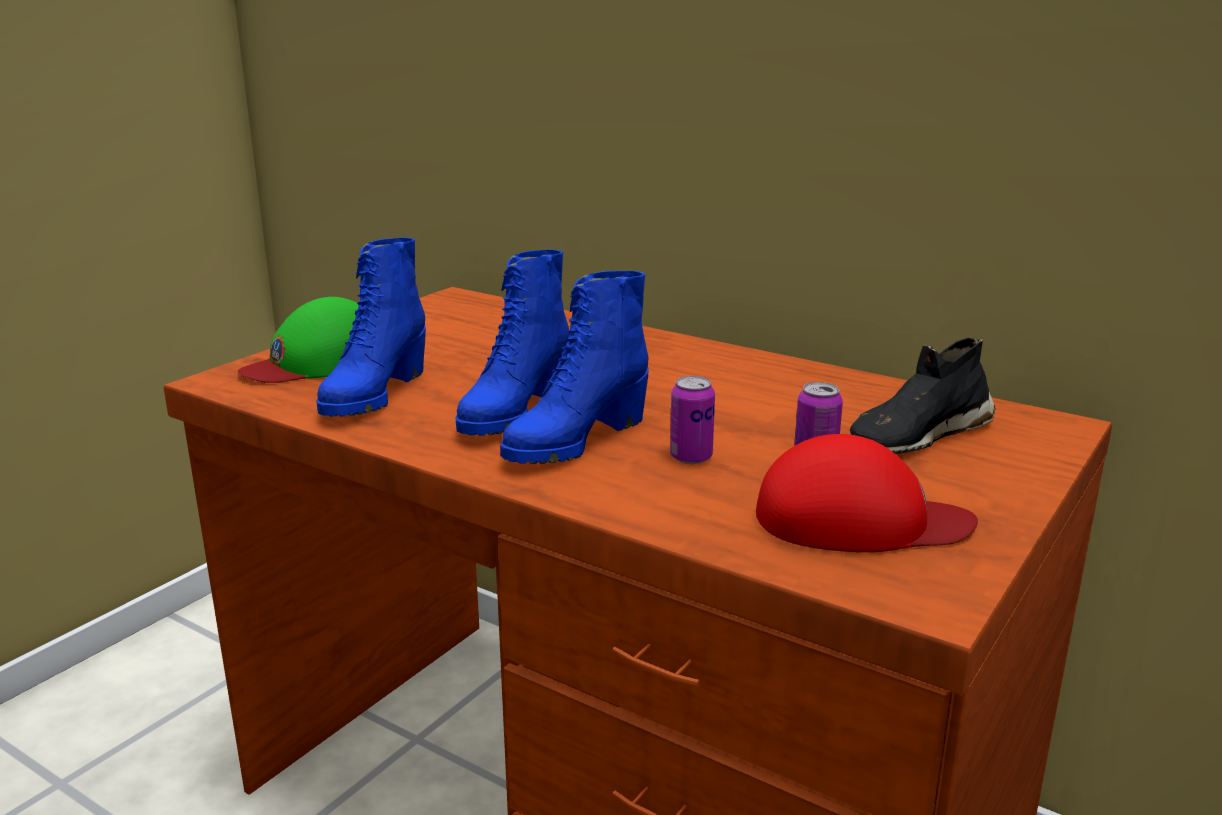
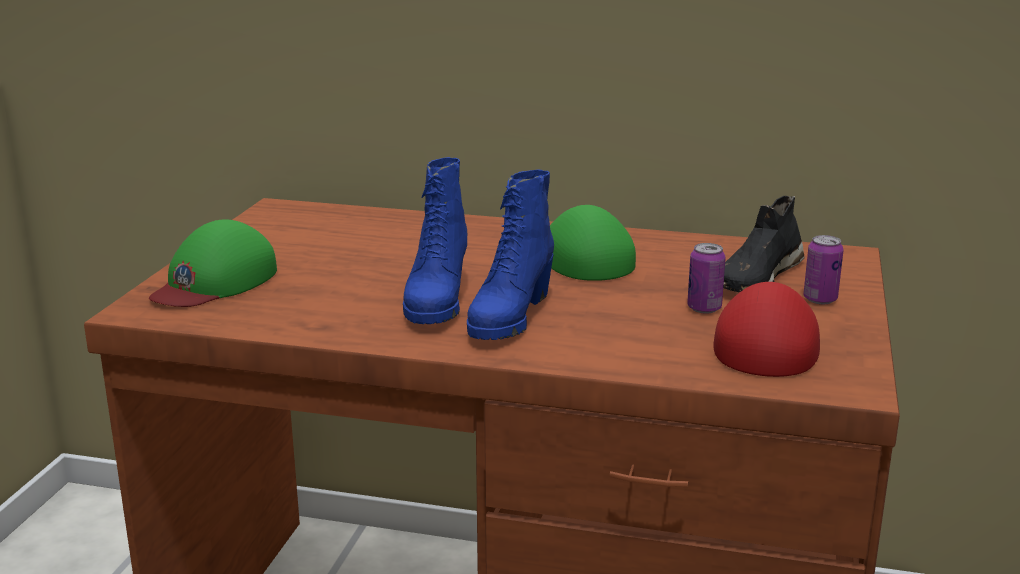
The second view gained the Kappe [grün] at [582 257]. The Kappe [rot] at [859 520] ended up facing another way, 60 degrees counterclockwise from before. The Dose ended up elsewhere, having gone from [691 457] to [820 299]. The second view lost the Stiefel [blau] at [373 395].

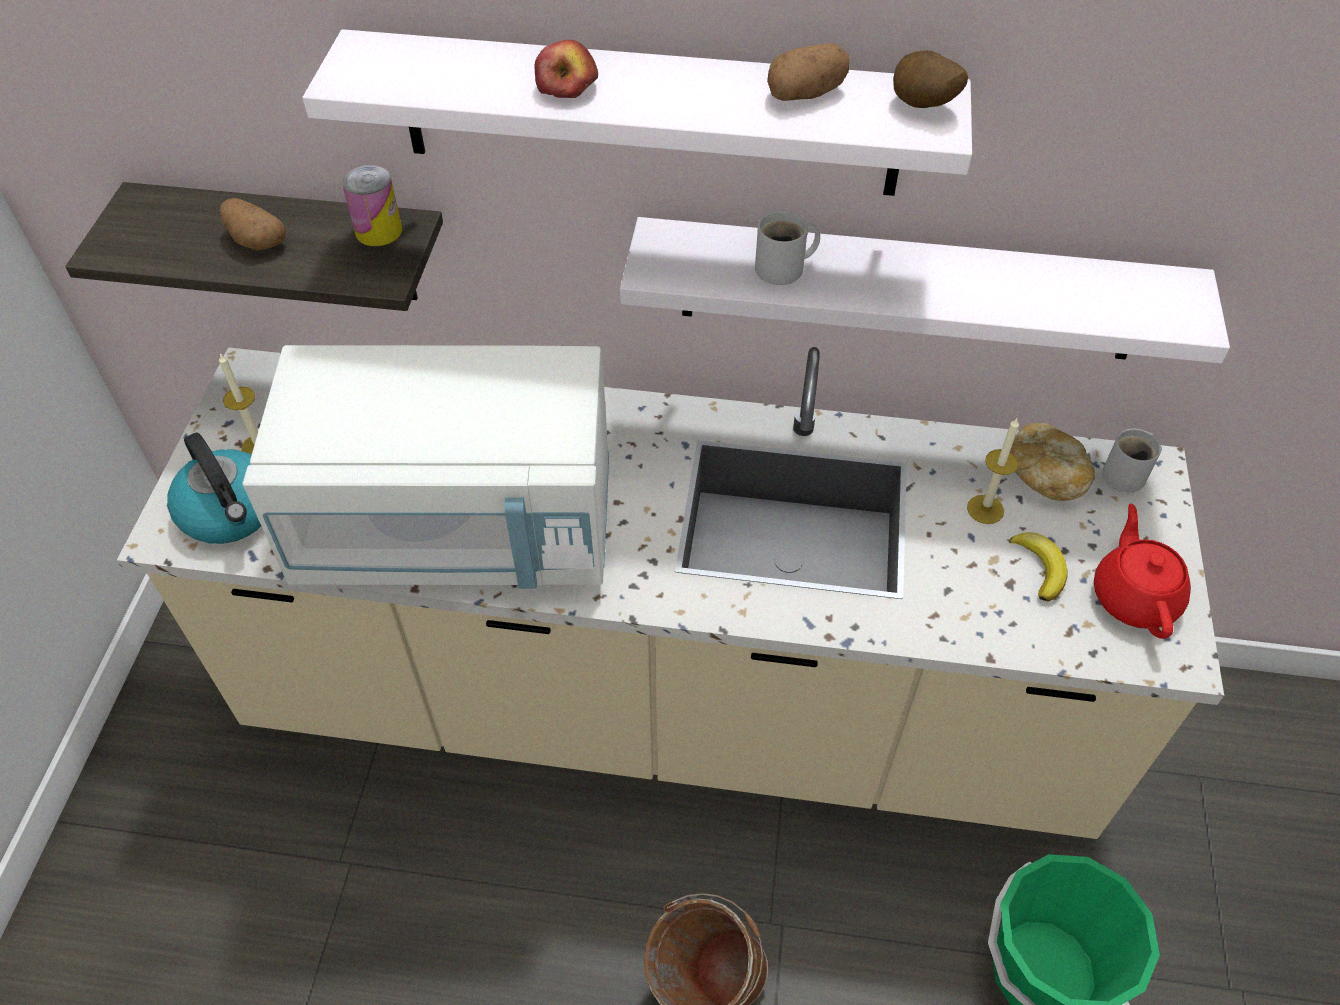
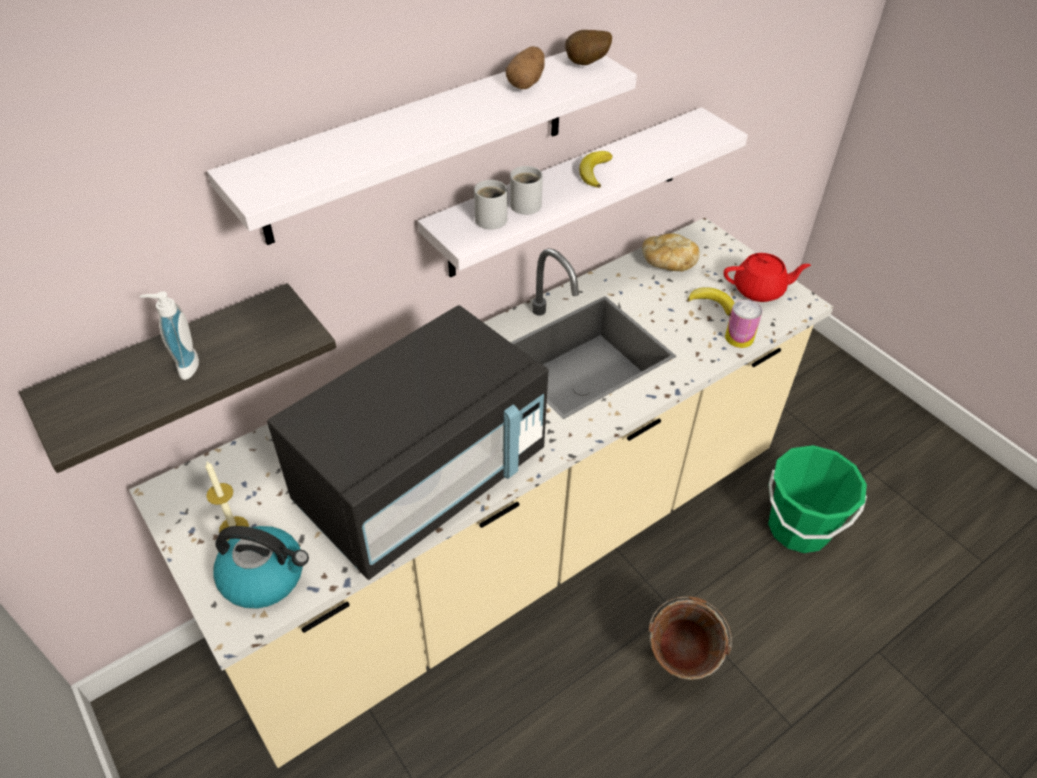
Where the Kartoffel stood at [255 240], the Seifenspender came to stand at [184 366]. What was the Mikrowelle [weiß] at [459 528] turned into the Mikrowelle [schwarz] at [422 480]. The Henkelbecher [weiß] ended up elsewhere, having gone from [1127 474] to [492 217]. The second view gained the Banane at [594 172]. The Teekanne [rot] at [1134 596] ended up facing another way, 135 degrees clockwise from before. The Dose ended up elsewhere, having gone from [378 231] to [739 338]. The second view lost the Apfel at [567 87]. The second view lost the Kerze at [985 509].

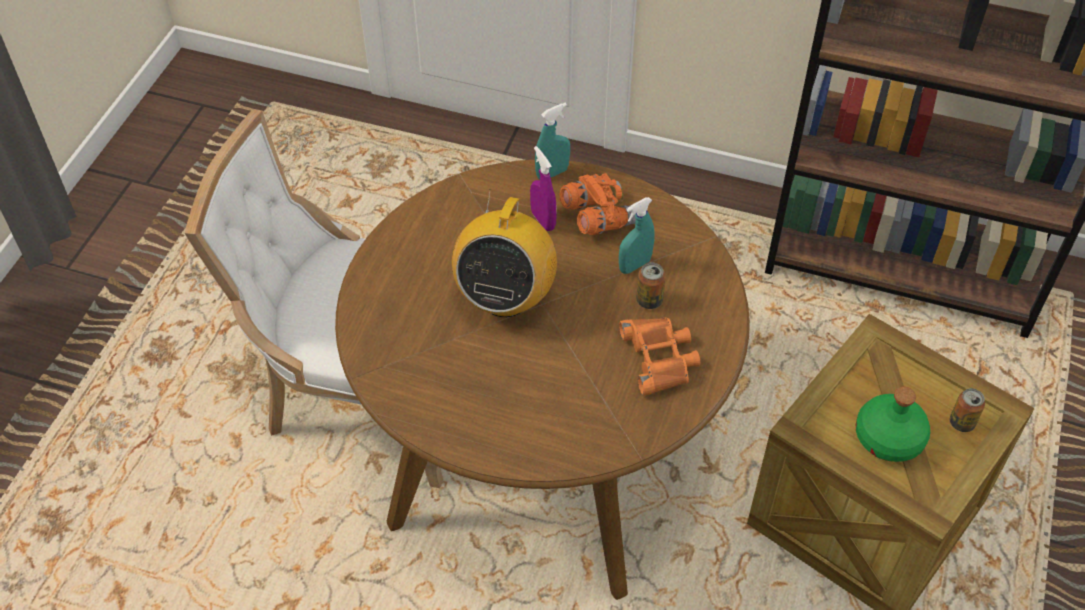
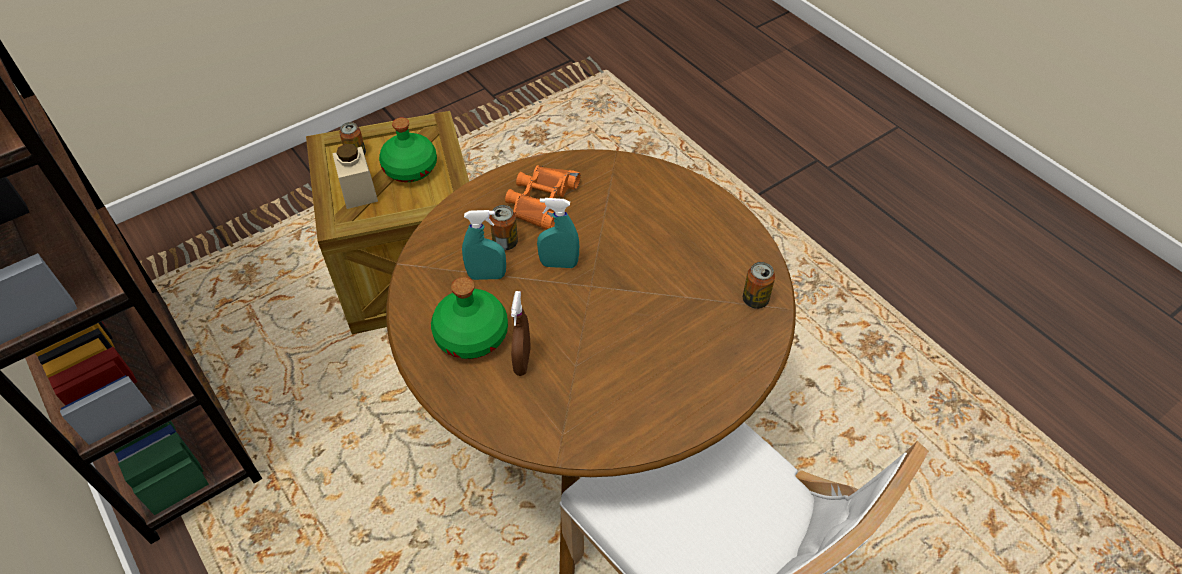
The second view gained the Vorratsglas [beige] at [359 191]. Where the Fernglas [orange] stood at [598 217], the Flasche [grün] came to stand at [472 335]. What was the Sprühflasche [lila] at [543 220] turned into the Sprühflasche [braun] at [522 361]. The Sprühflasche [türkis] ended up elsewhere, having gone from [552 173] to [559 264]. The second view gained the Dose at [755 300]. The second view lost the Radio at [505 297].

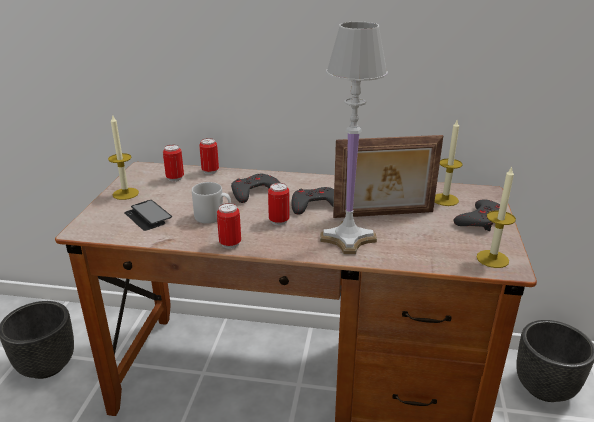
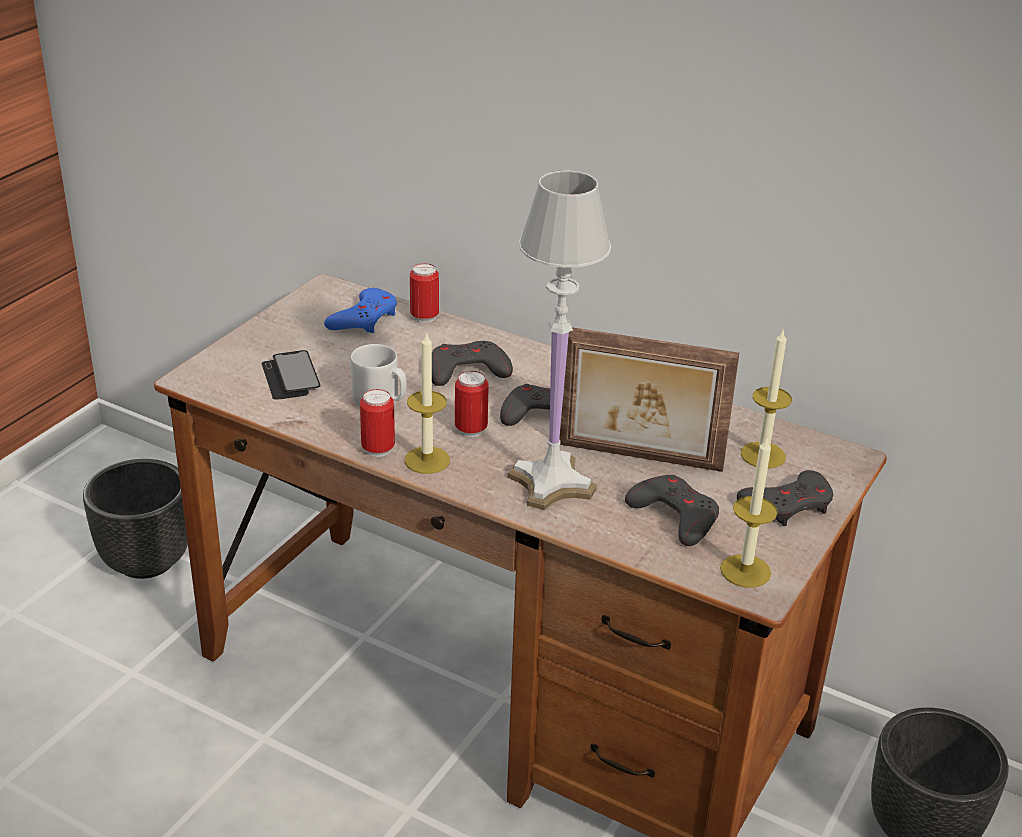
Where the Dose stood at [175 178], the Gamepad [blau] came to stand at [364 318]. The Kerze ended up elsewhere, having gone from [125 194] to [427 460]. The second view gained the Gamepad [grau] at [674 516].

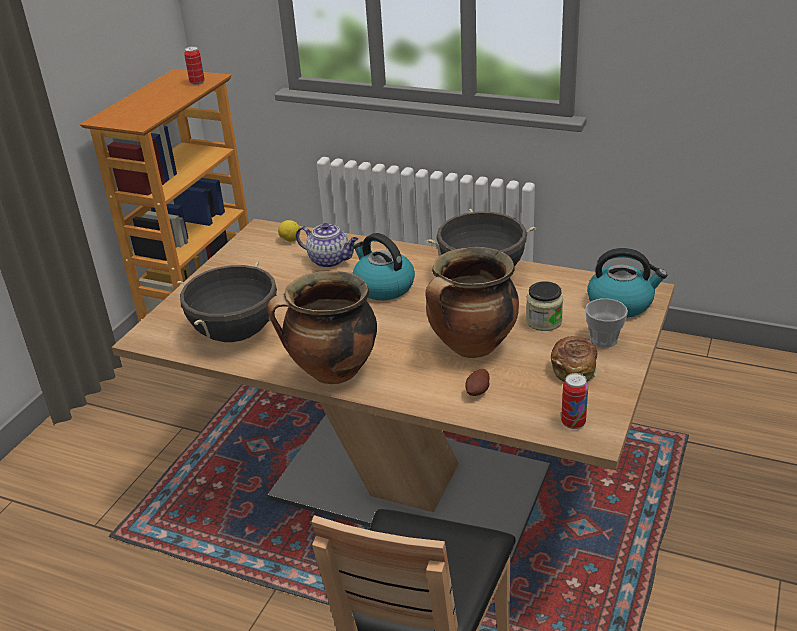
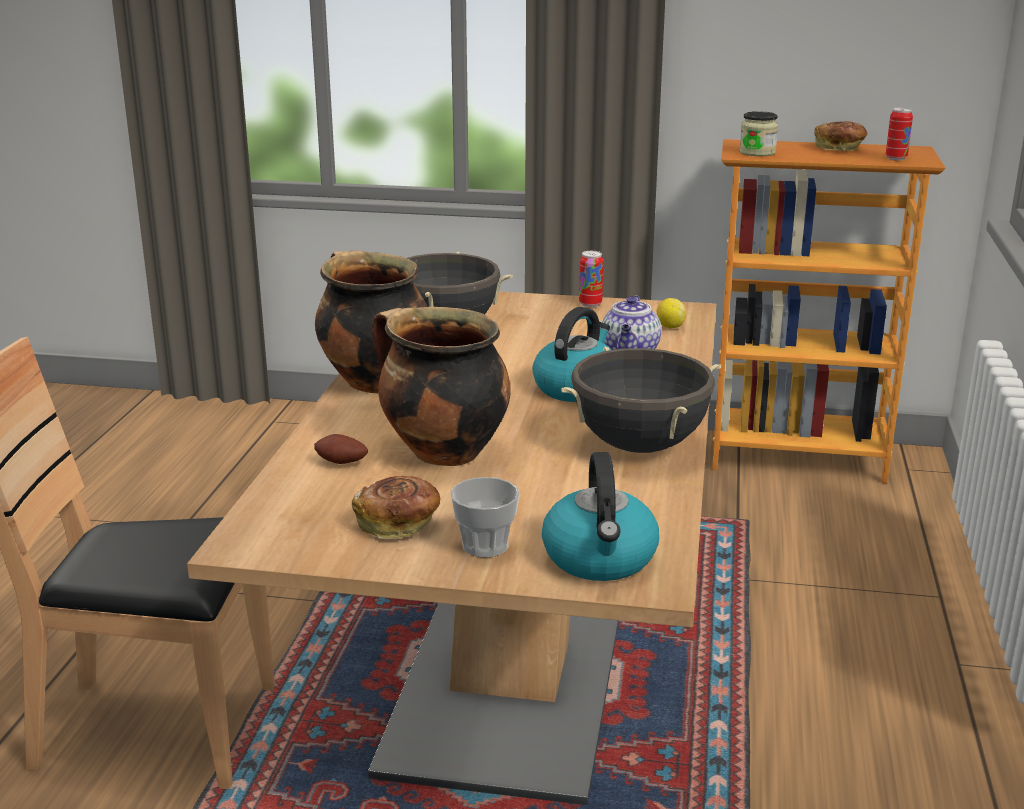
The Dose ended up elsewhere, having gone from [573 423] to [590 304]. The Vorratsglas ended up elsewhere, having gone from [544 321] to [757 152]. The second view gained the Brot at [839 149].

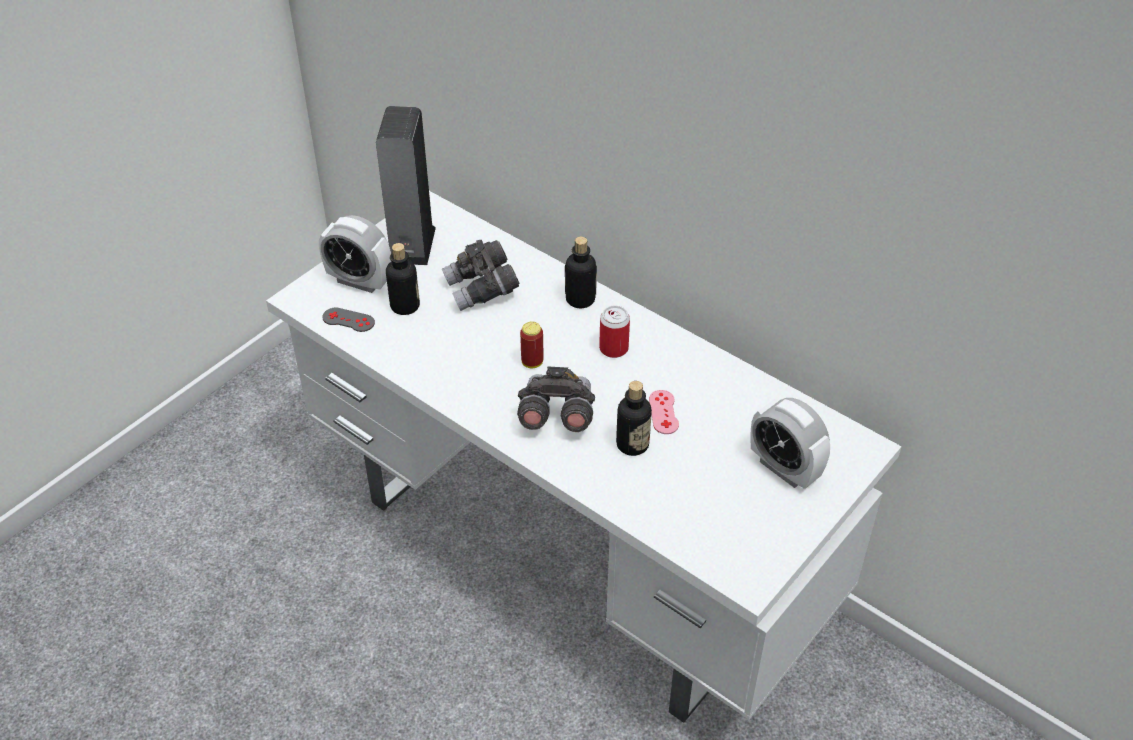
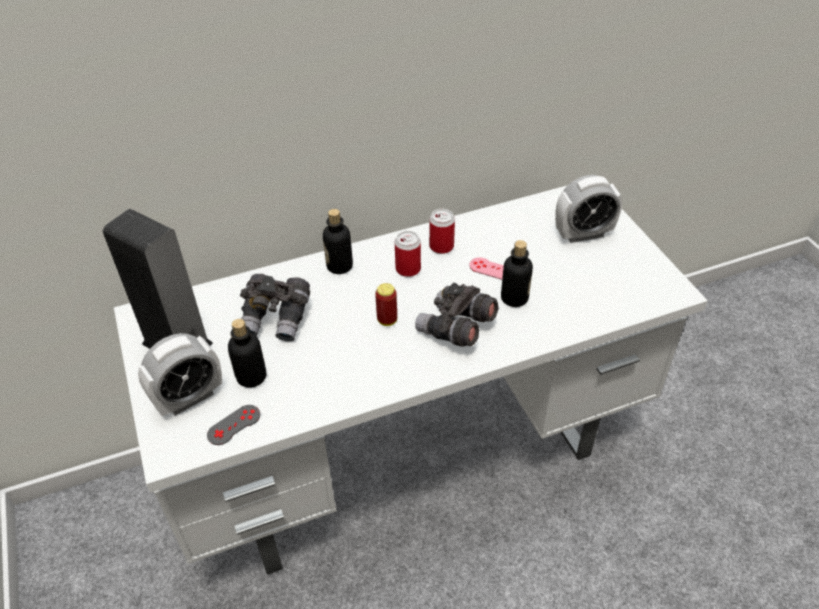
The second view gained the Dose at [441 246].

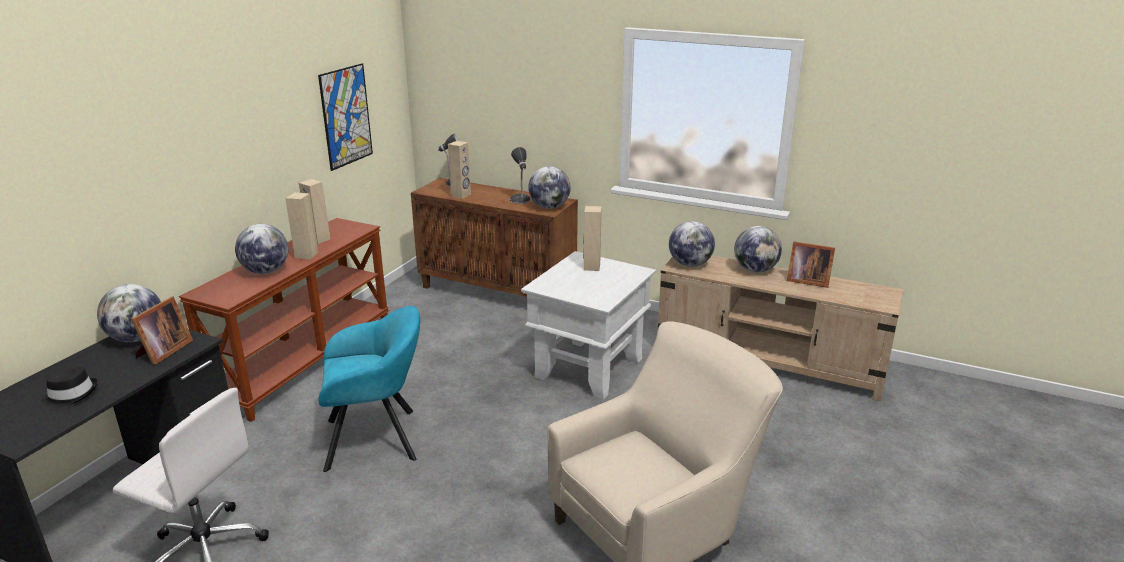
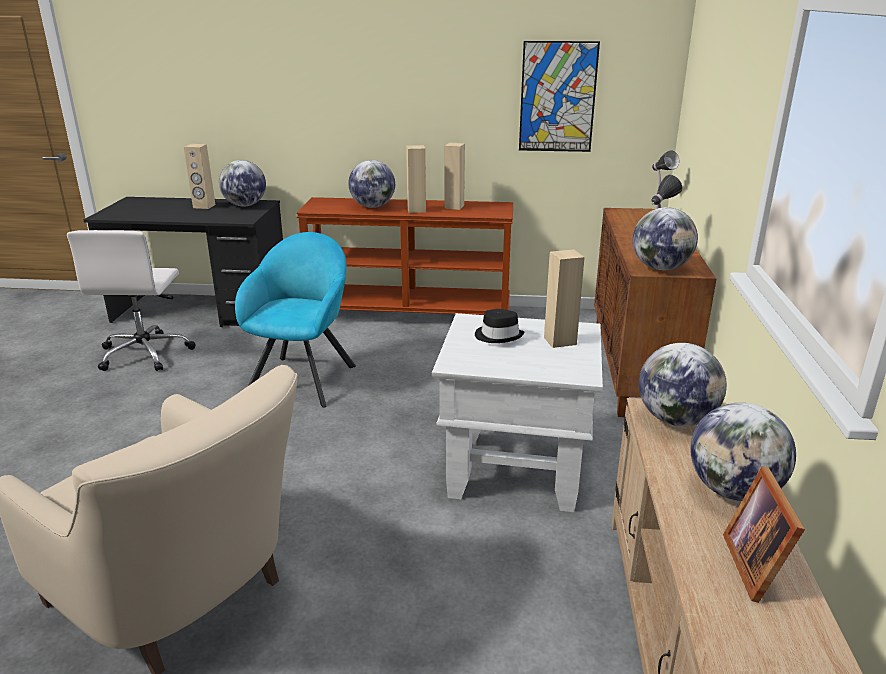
The Lautsprecher [beige] ended up elsewhere, having gone from [461 195] to [204 206]. The Sessel [türkis] at [377 438] ended up facing another way, 135 degrees counterclockwise from before. The Hut [schwarz] ended up elsewhere, having gone from [71 394] to [498 336]. The second view lost the Bilderrahmen at [163 352].

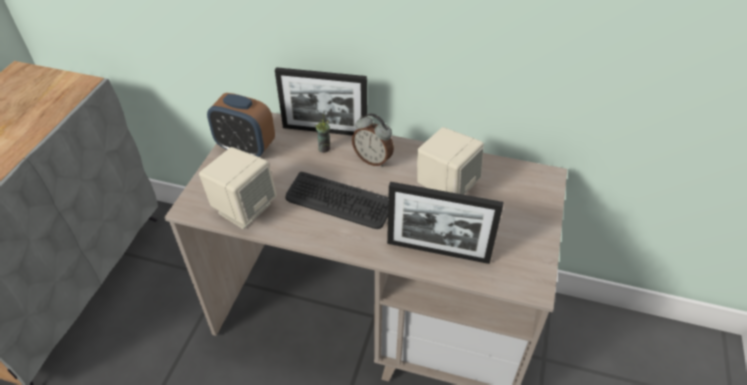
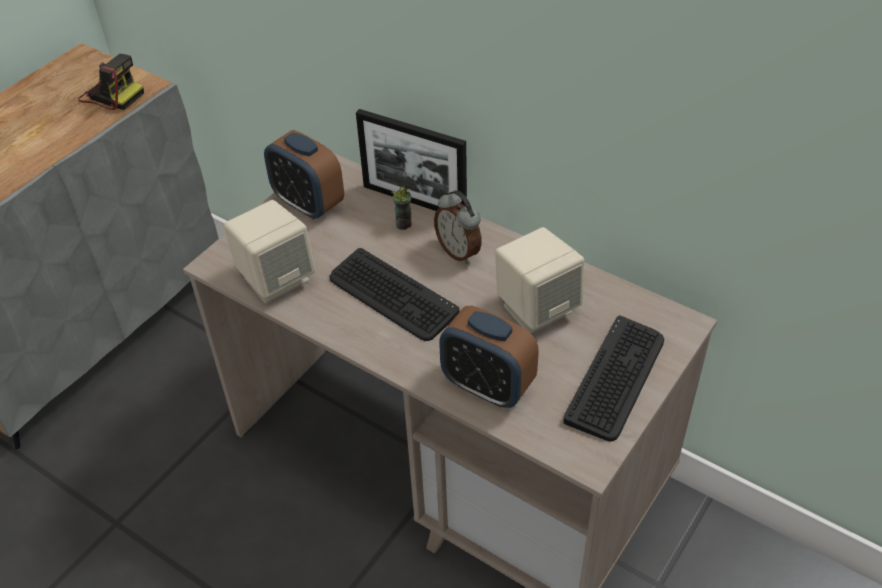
The second view gained the Kamera at [111 94]. Where the Bilderrahmen stood at [438 251], the Wecker came to stand at [487 386]. The second view gained the Tastatur at [616 378].

